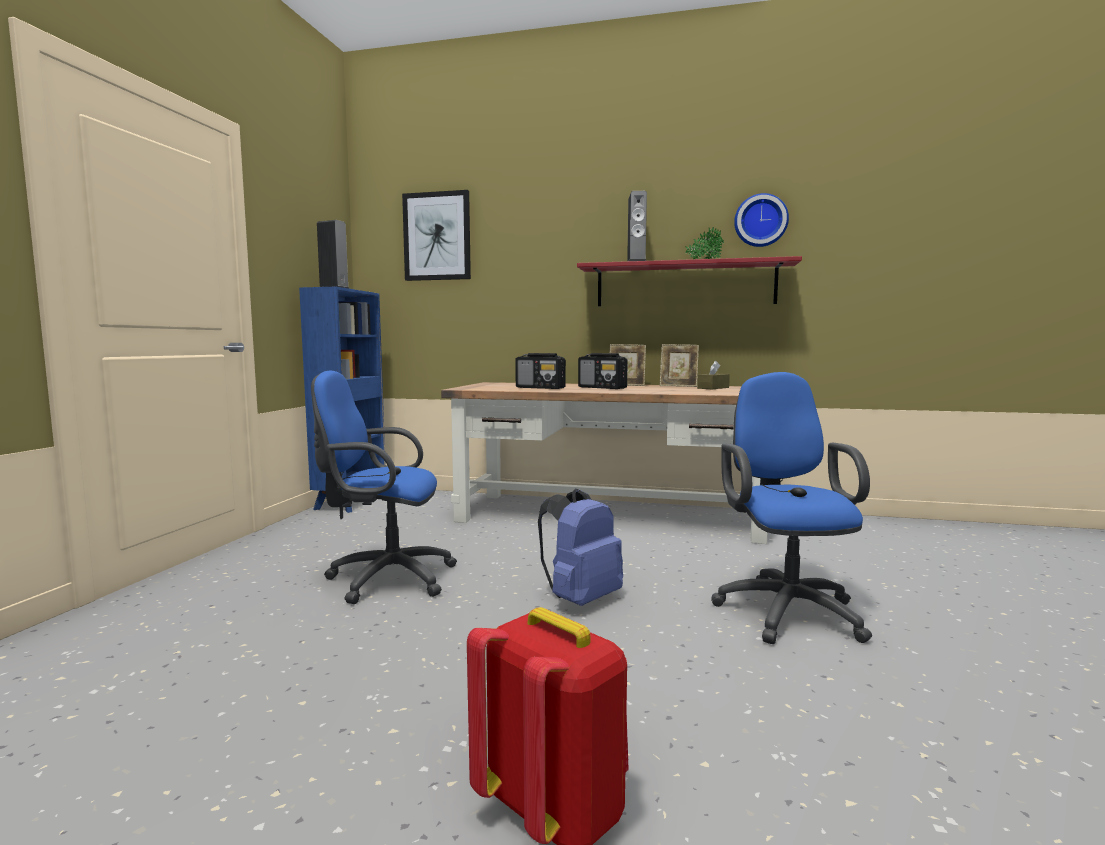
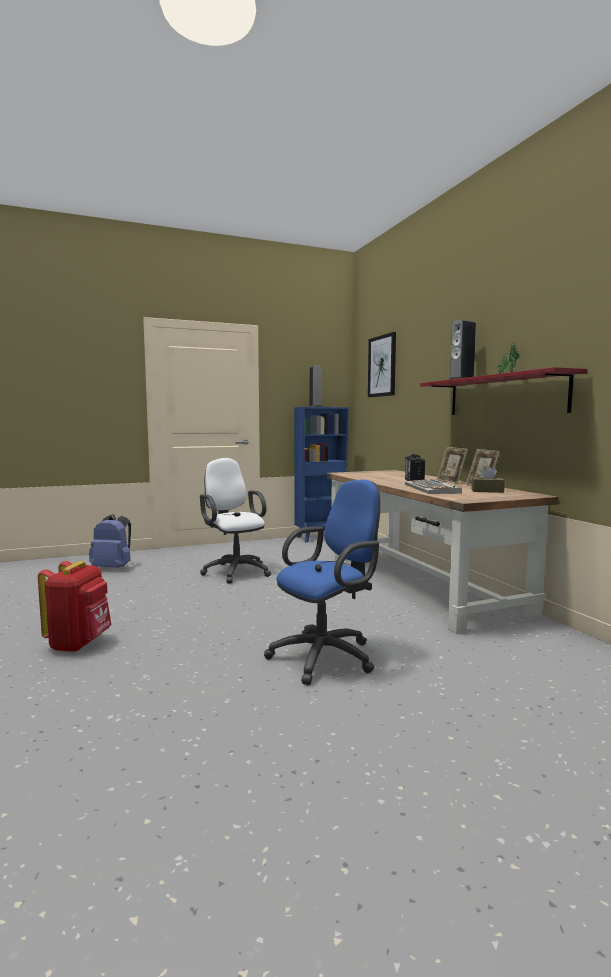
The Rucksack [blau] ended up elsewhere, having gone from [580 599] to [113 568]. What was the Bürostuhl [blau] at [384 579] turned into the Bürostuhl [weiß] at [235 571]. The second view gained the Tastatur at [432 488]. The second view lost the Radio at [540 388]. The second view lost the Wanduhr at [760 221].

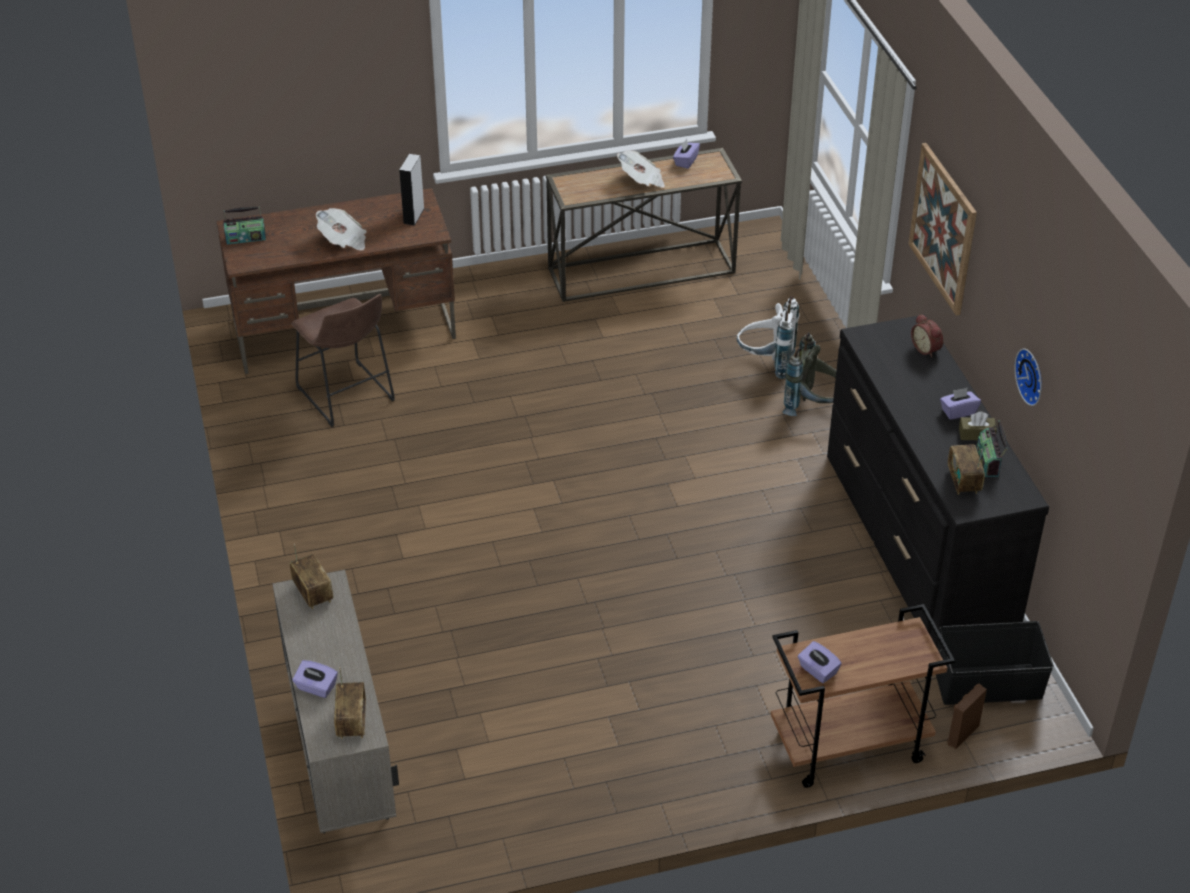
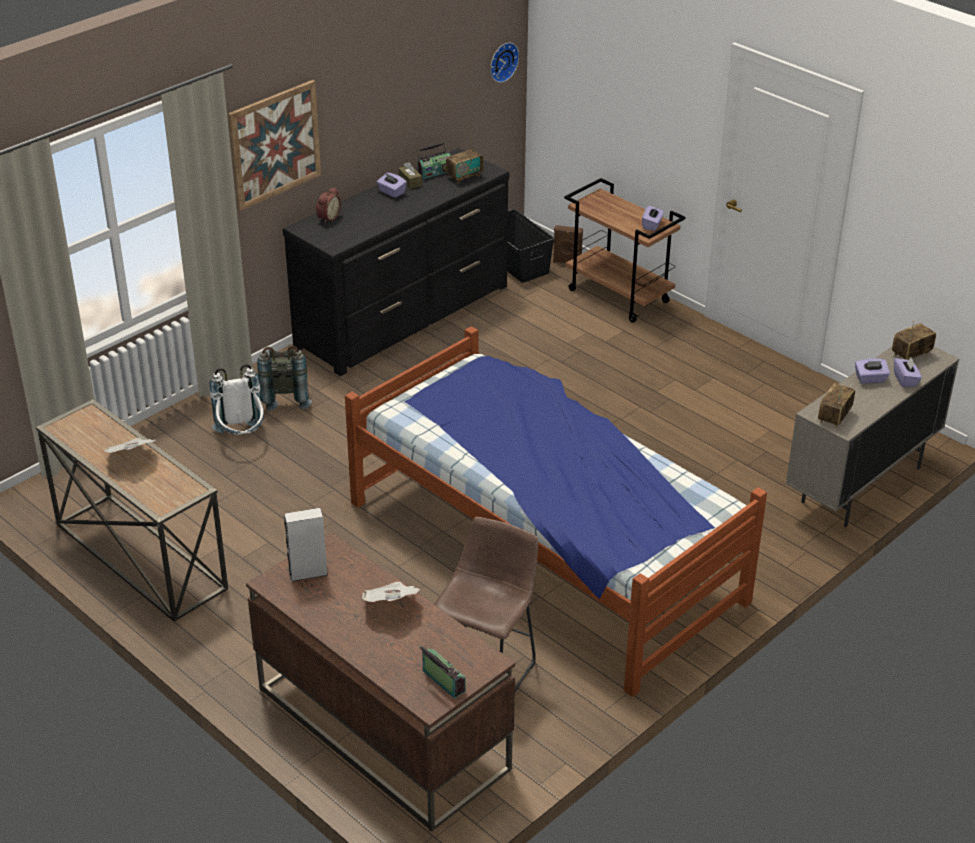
The second view gained the Bett at [545 550]. The Wanduhr ended up elsewhere, having gone from [1032 376] to [502 61]. The Taschentuchbox [lila] ended up elsewhere, having gone from [685 161] to [870 379].

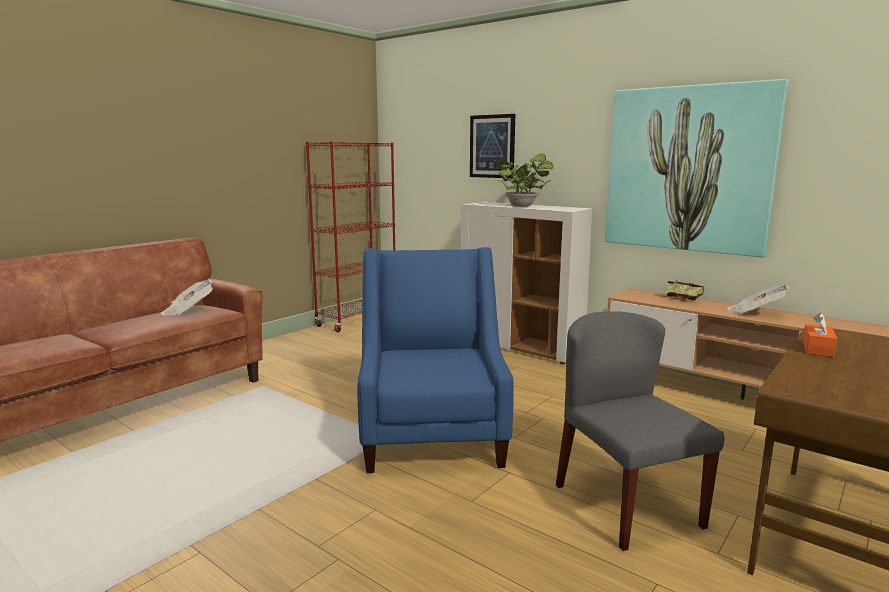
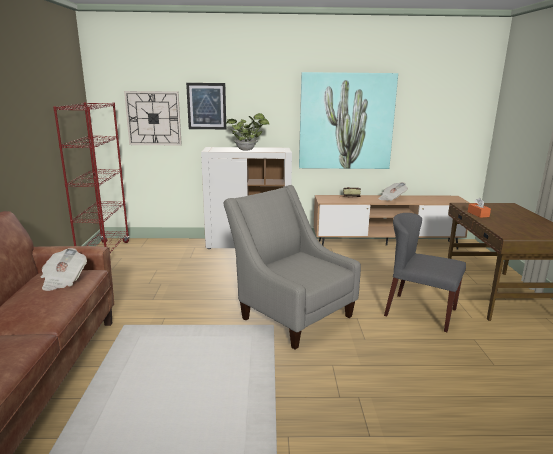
The second view gained the Wanduhr at [153 118]. What was the Sessel [blau] at [432 435] turned into the Sessel [grau] at [291 314].

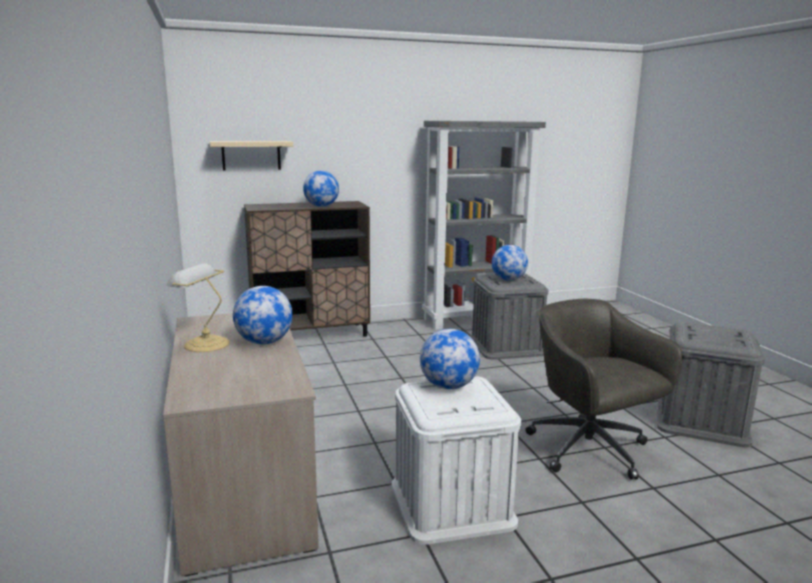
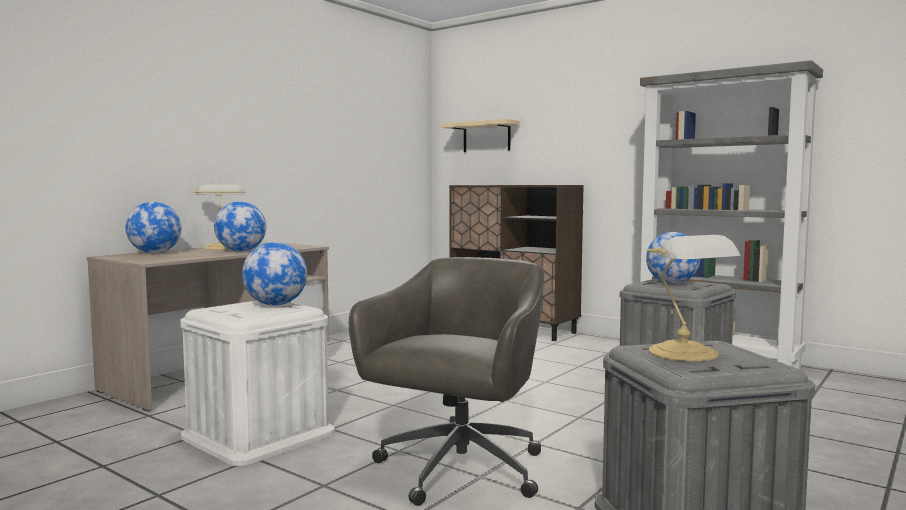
The Globus ended up elsewhere, having gone from [321 206] to [155 253]. The second view gained the Tischlampe at [686 353].

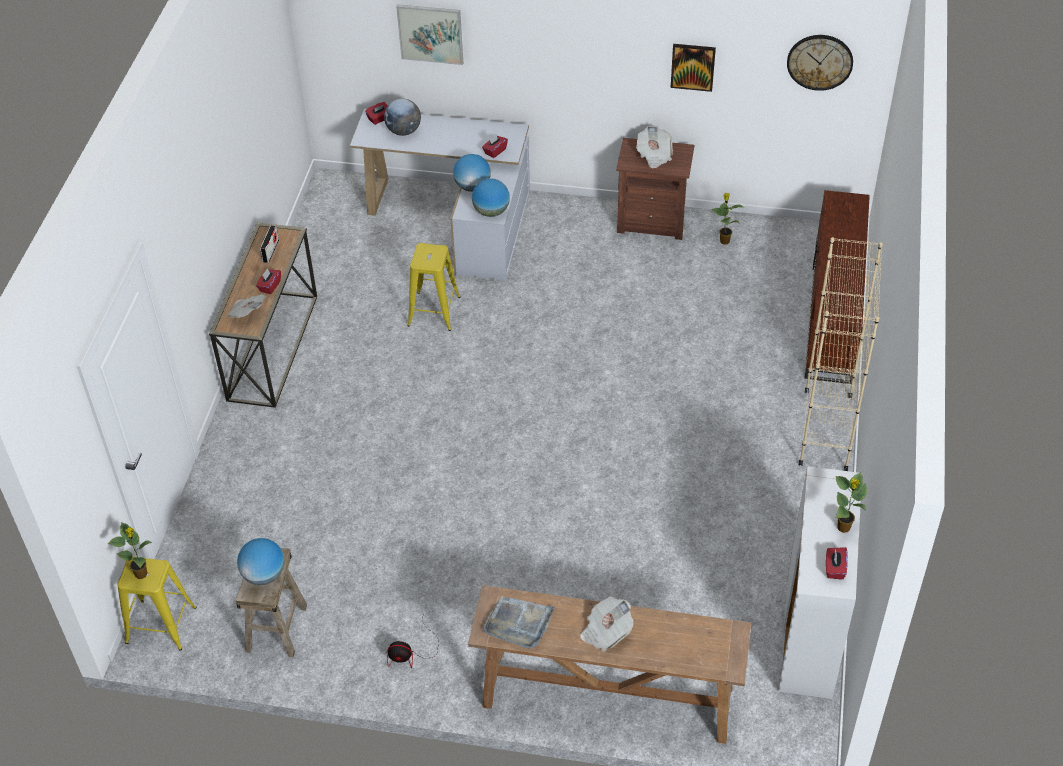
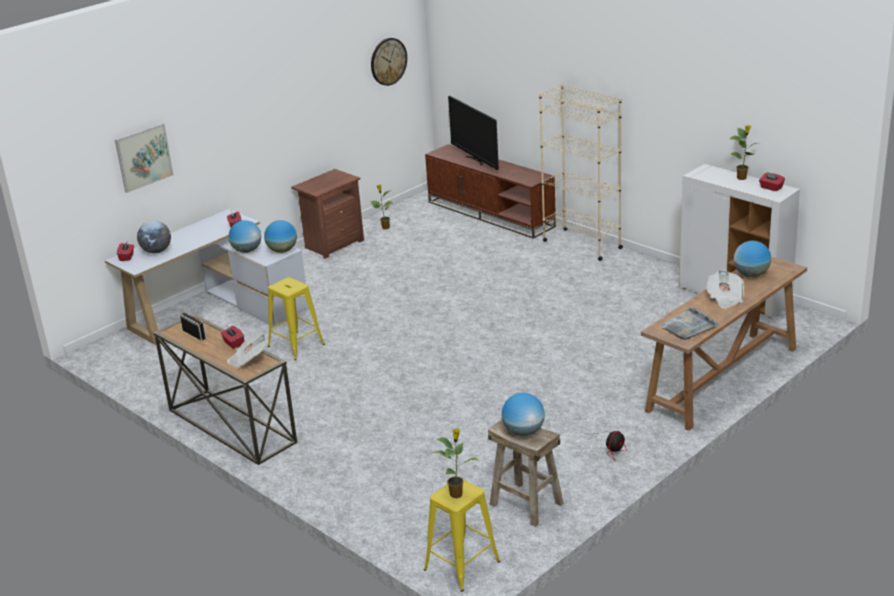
The second view gained the Fernseher at [476 160]. The second view gained the Globus at [751 275]. The second view lost the Zeitung at [654 155]. The second view lost the Bild at [693 66].

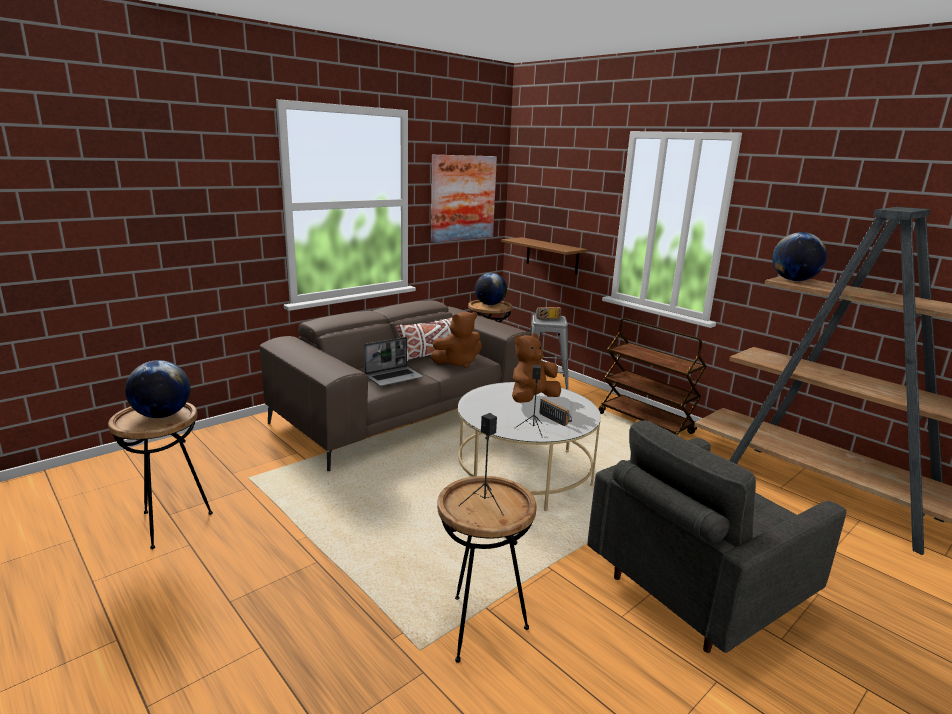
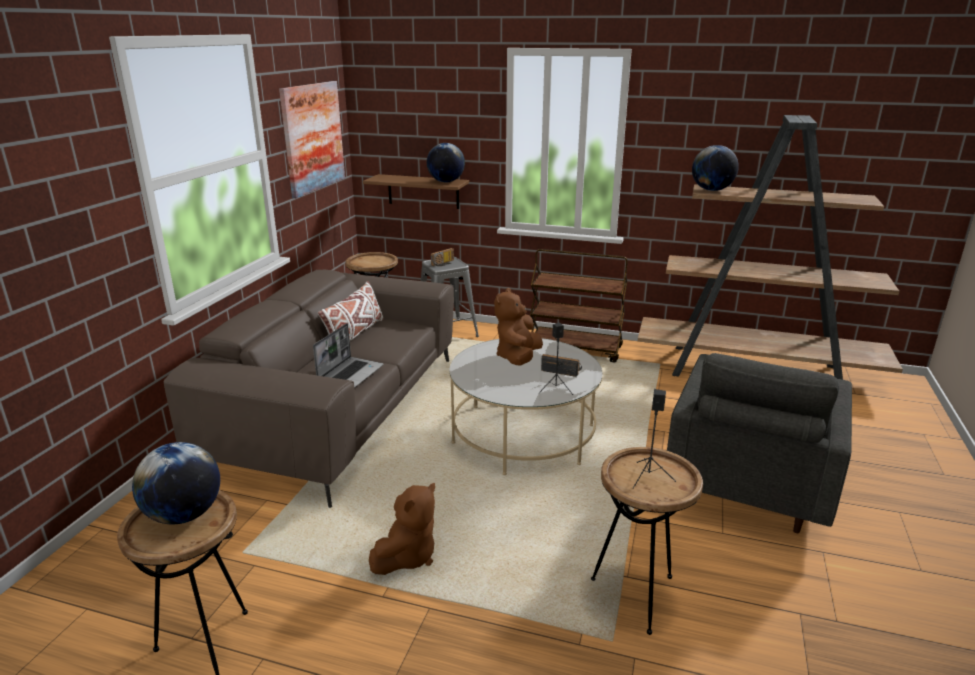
The Plüschtier [braun] ended up elsewhere, having gone from [458 363] to [407 556]. The Globus ended up elsewhere, having gone from [490 304] to [446 182].

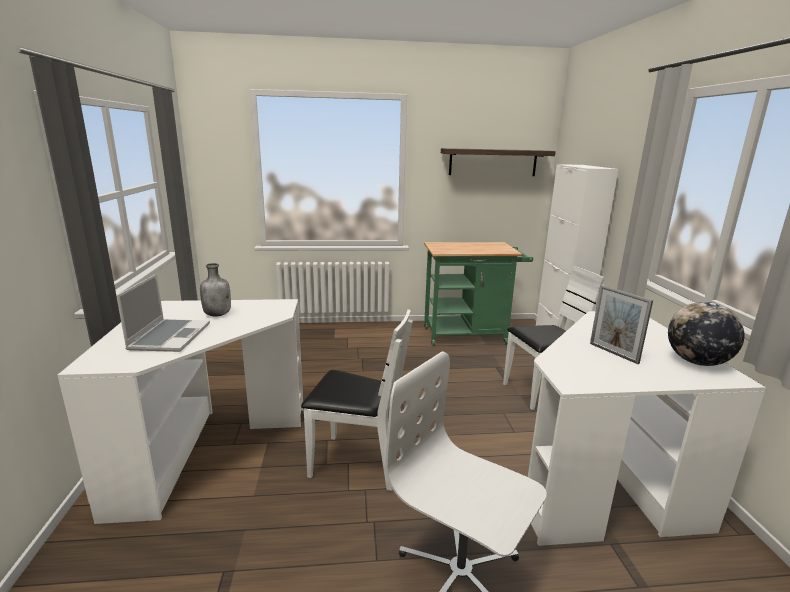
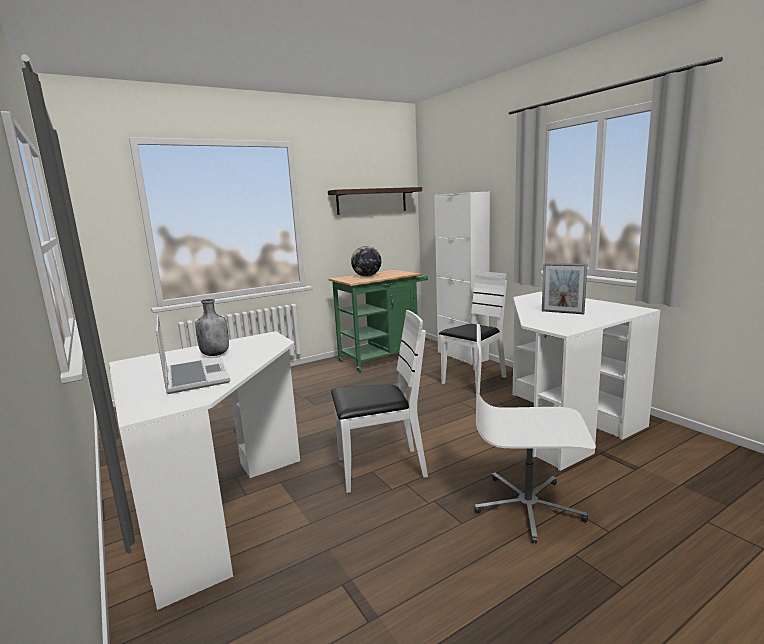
The Globus ended up elsewhere, having gone from [697 362] to [367 276].

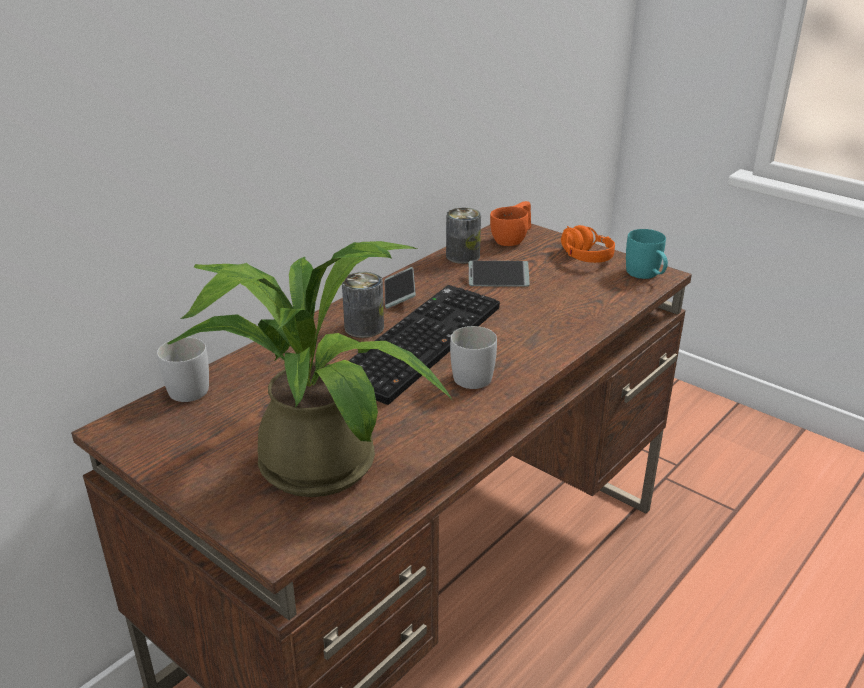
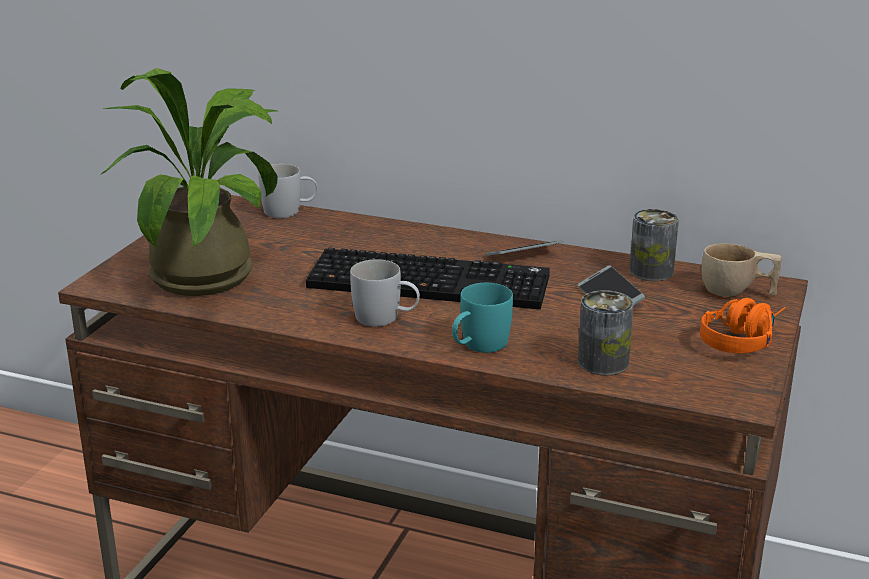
The Henkelbecher [türkis] ended up elsewhere, having gone from [646 275] to [478 346]. The Dose ended up elsewhere, having gone from [364 327] to [603 362]. What was the Tasse [orange] at [513 238] turned into the Tasse [beige] at [737 292].

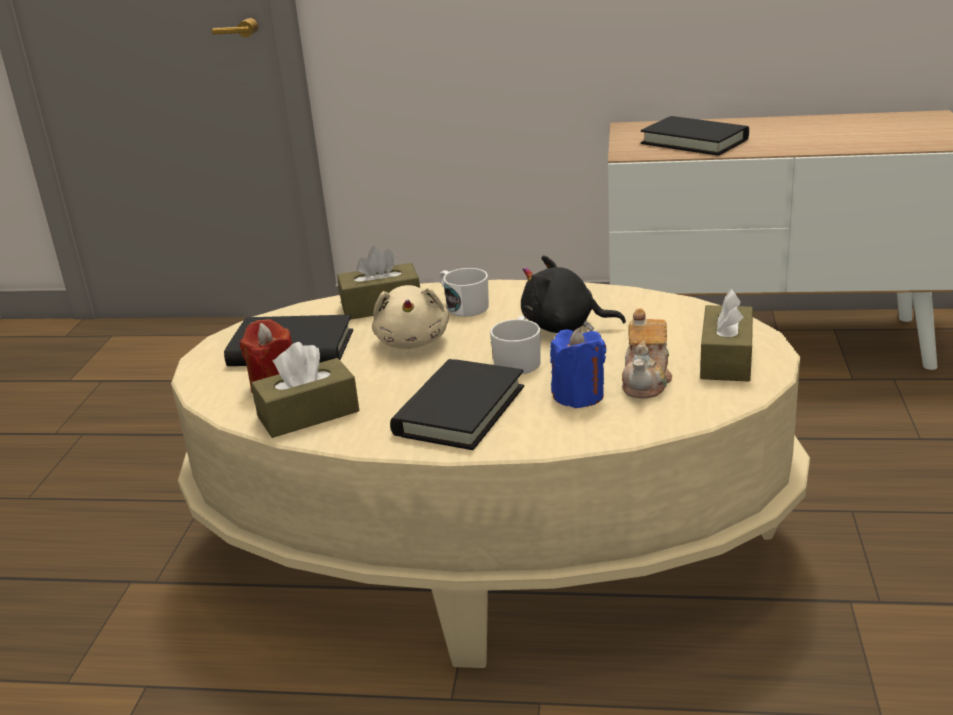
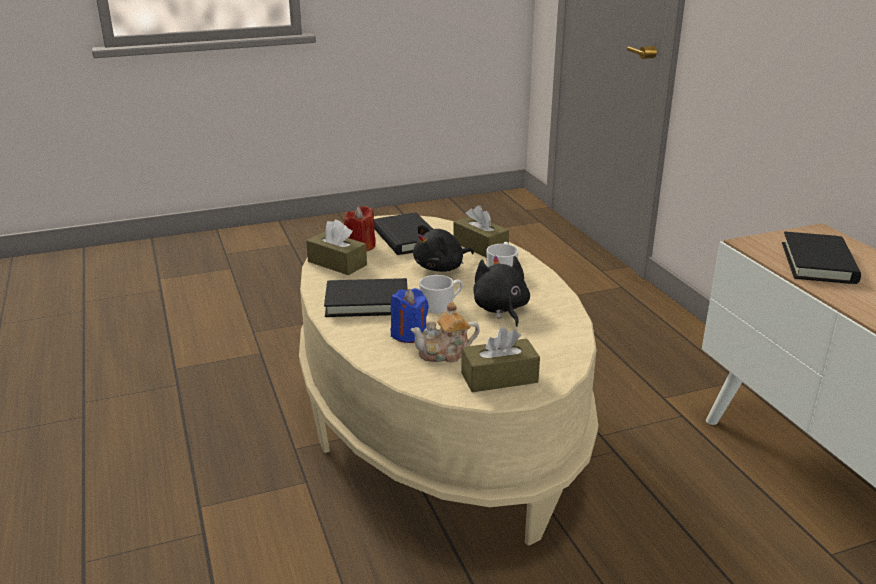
What was the Plüschtier [beige] at [413 341] turned into the Plüschtier [schwarz] at [441 267].

